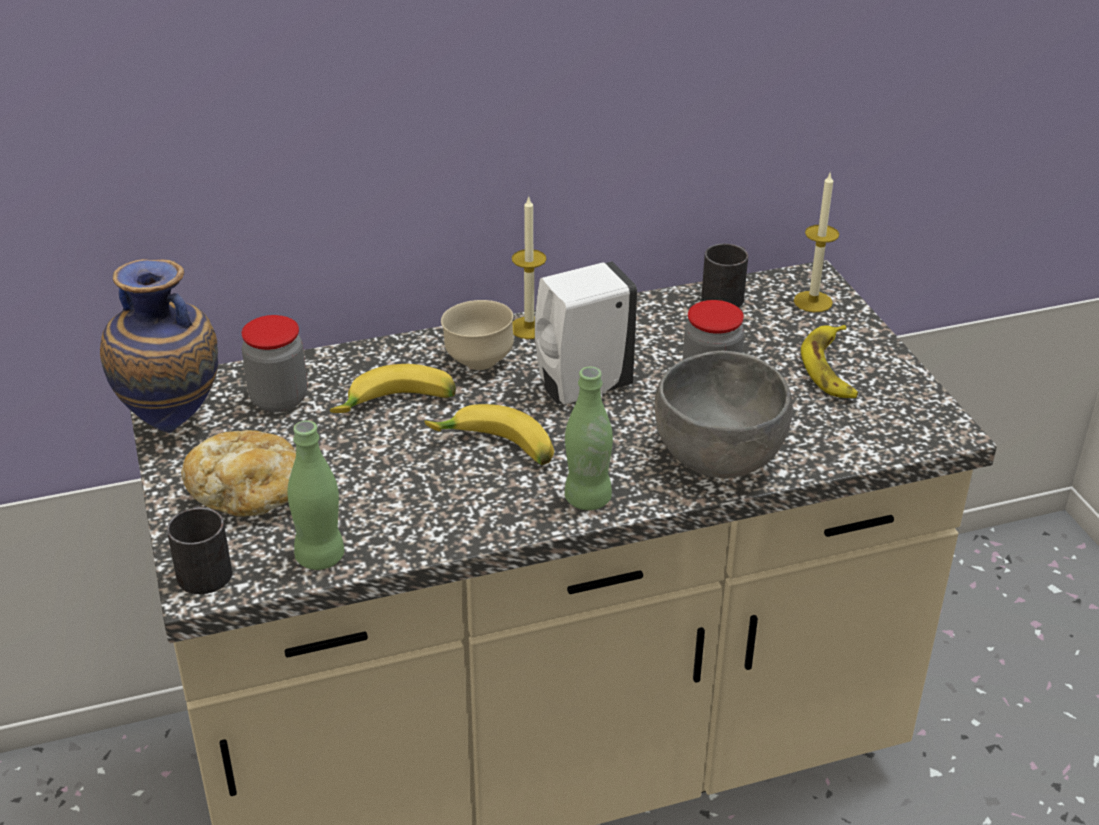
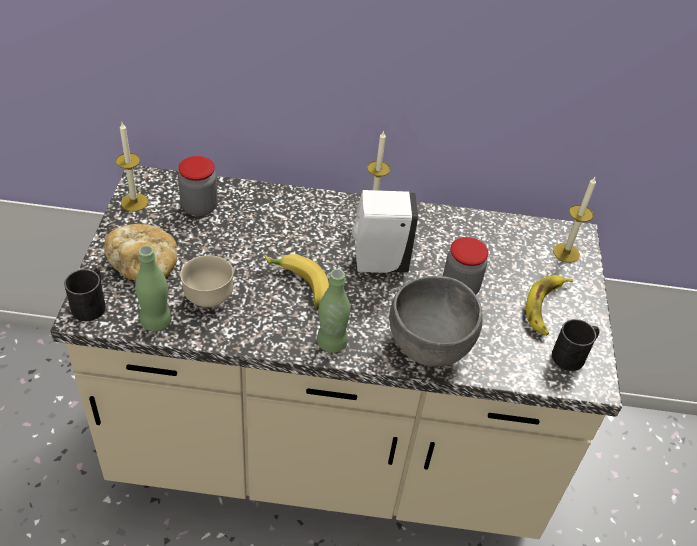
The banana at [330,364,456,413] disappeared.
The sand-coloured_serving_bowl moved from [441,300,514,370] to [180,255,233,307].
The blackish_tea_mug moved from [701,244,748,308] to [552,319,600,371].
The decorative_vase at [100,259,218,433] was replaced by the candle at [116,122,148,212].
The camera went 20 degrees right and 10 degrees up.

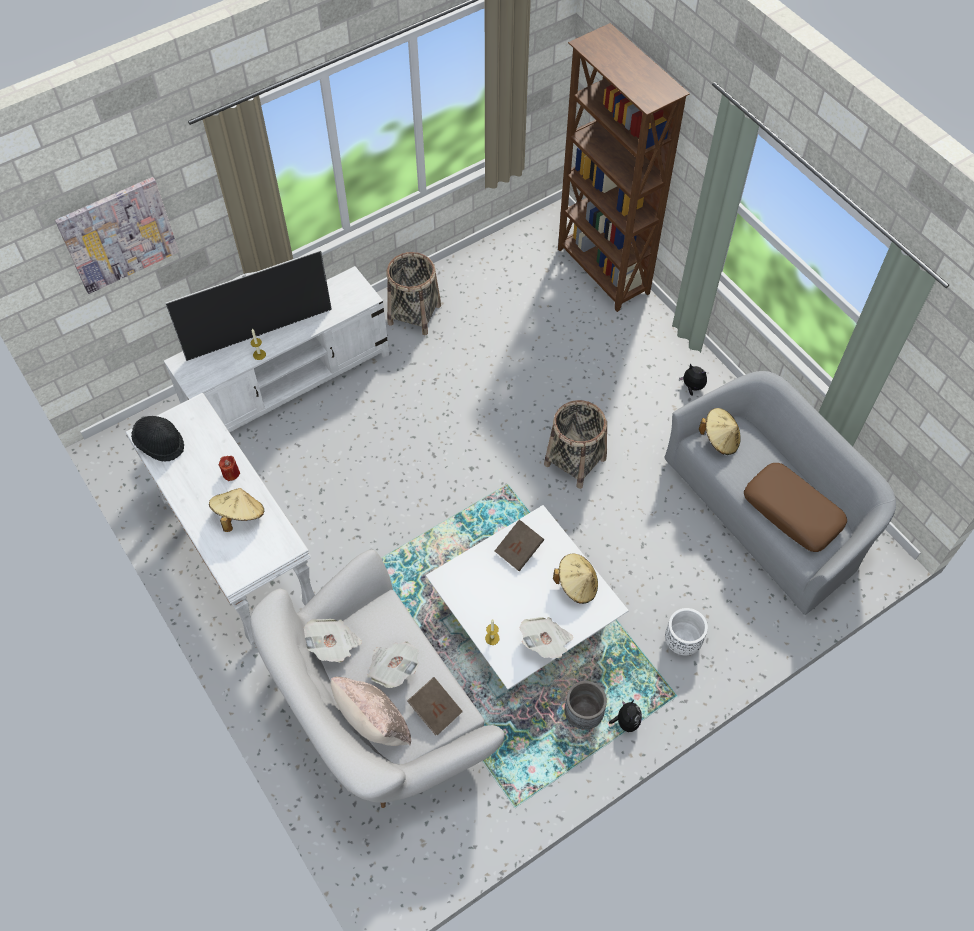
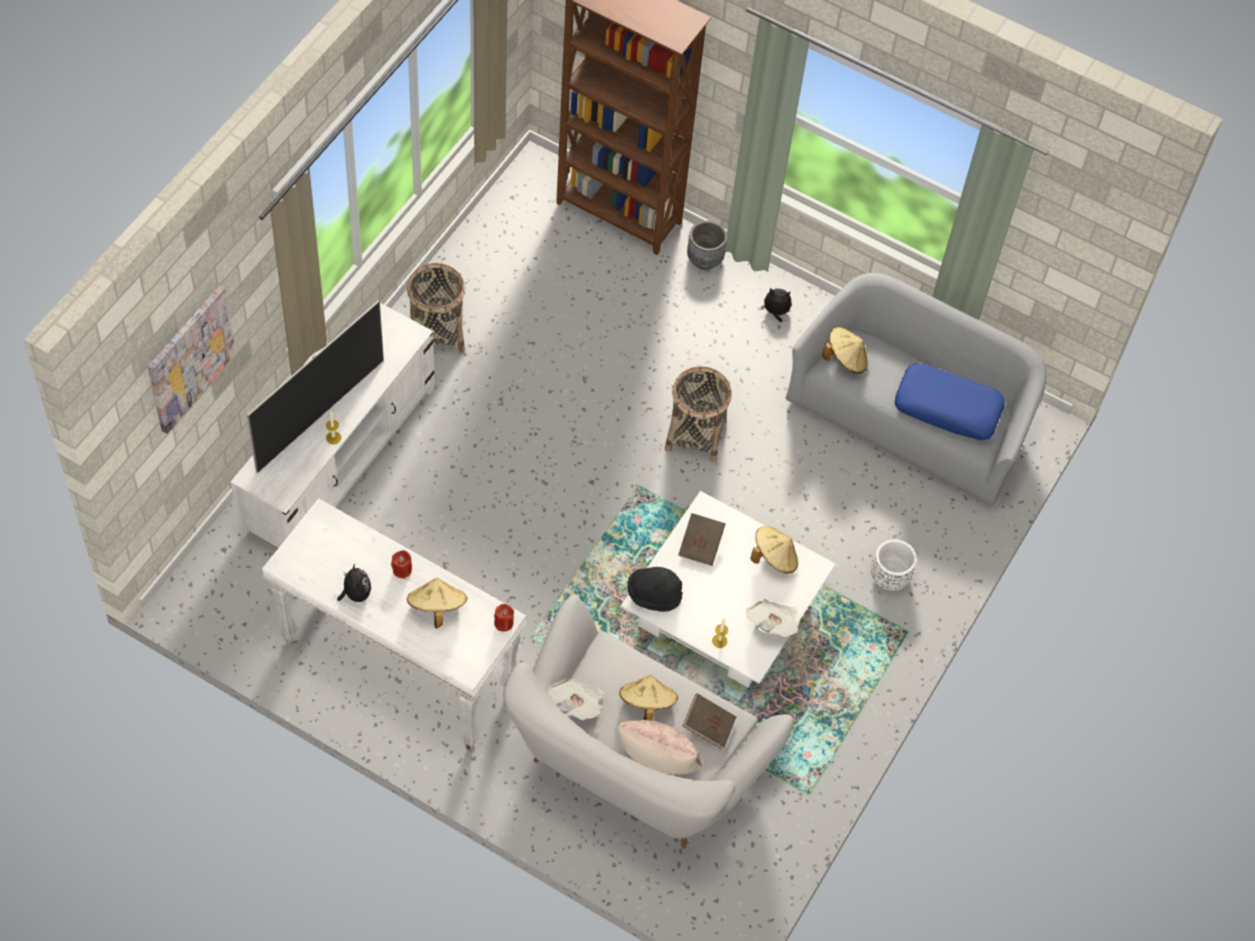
The red-coloured_candle at [494,604,514,632] appeared.
The blackish_hat moved from [131,416,184,462] to [627,567,683,612].
The greyish_flower_pot moved from [565,681,607,730] to [687,221,727,270].
The cuddly_toy moved from [609,700,642,732] to [337,563,371,602].
The newspaper at [367,642,419,688] was replaced by the sand-coloured_hat at [619,675,678,720].
The brown-coloured_pillow at [744,463,847,552] became the bluish_pillow at [895,363,1005,440].
The camera went 30 degrees left and 0 degrees up.

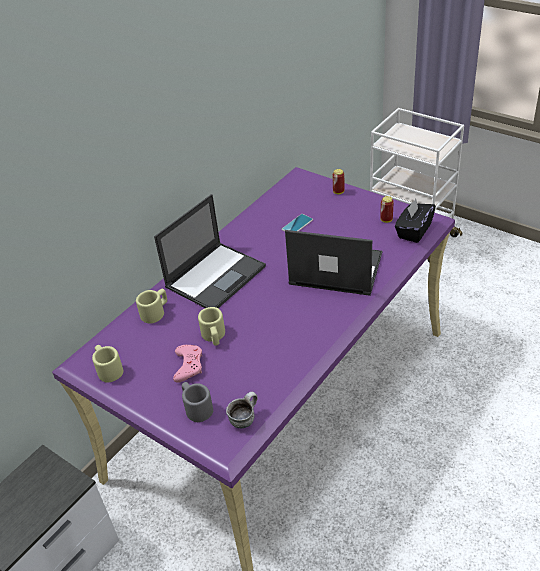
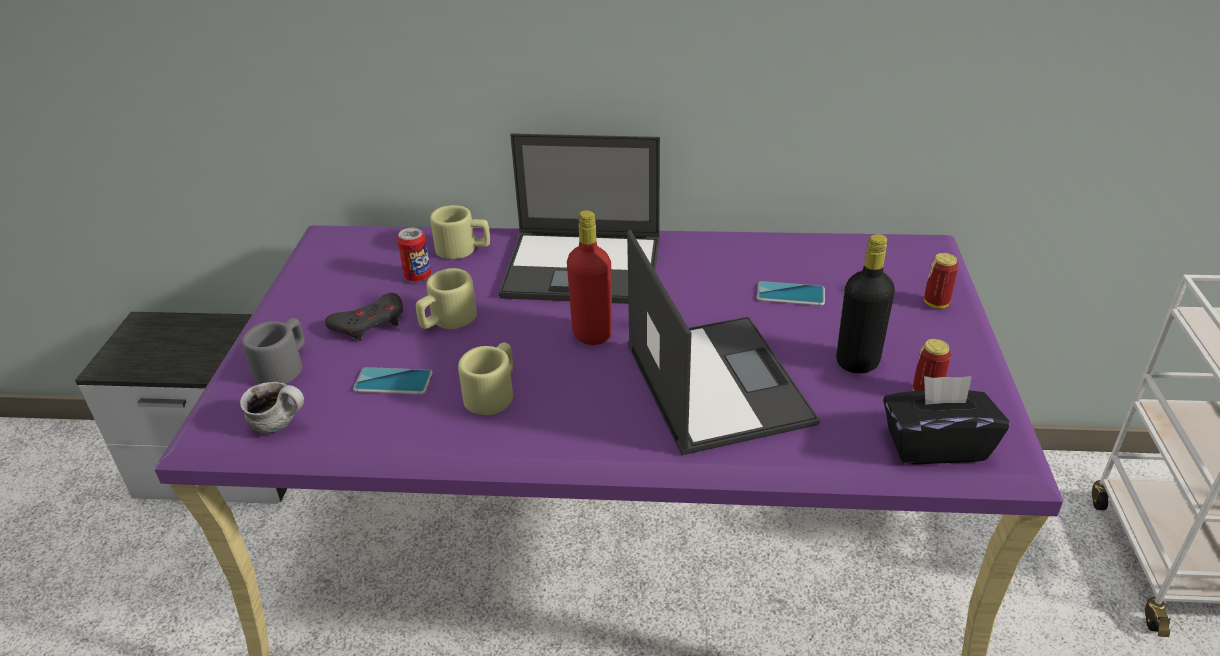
The handset at [353,367,433,395] appeared.
The sealed_can at [397,227,431,282] appeared.
The red-coloured_bottle at [567,210,612,345] appeared.
The blackish_bottle at [836,234,895,373] appeared.
The sand-coloured_tea_mug moved from [92,345,123,383] to [458,343,513,415].
The pinkish_gamepad at [173,345,202,383] became the greyish_gamepad at [325,293,403,341].
The camera went 55 degrees right and 5 degrees down.

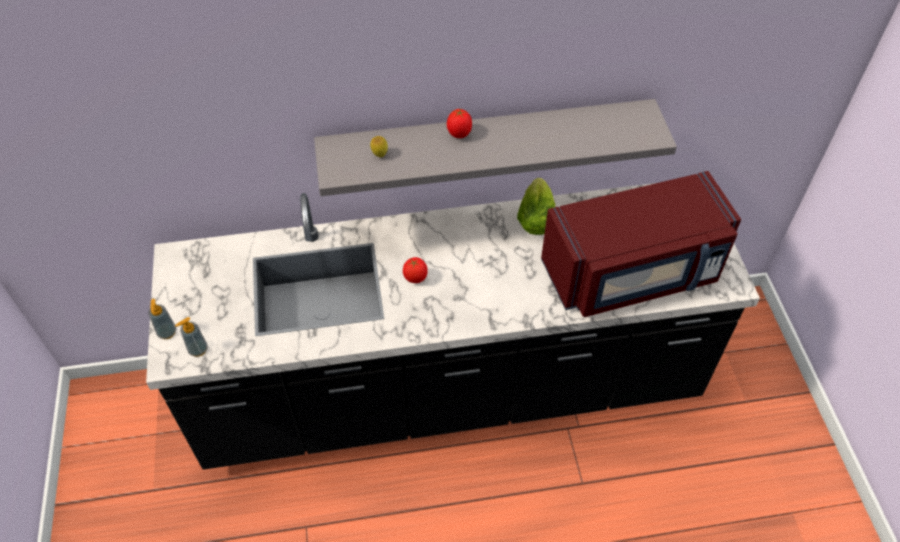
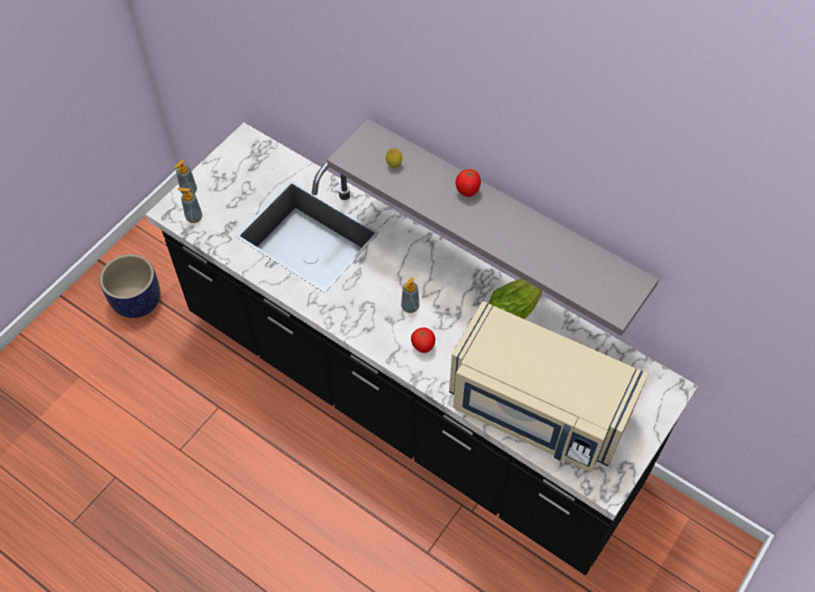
The flower_pot at [100,254,160,318] appeared.
The liquid_soap_bottle at [401,277,419,313] appeared.
The fresh_tomato moved from [403,257,428,283] to [411,327,435,353].
The red-coloured_microwave at [541,171,741,317] became the sand-coloured_microwave at [449,301,648,472].
The camera went 45 degrees right and 5 degrees up.

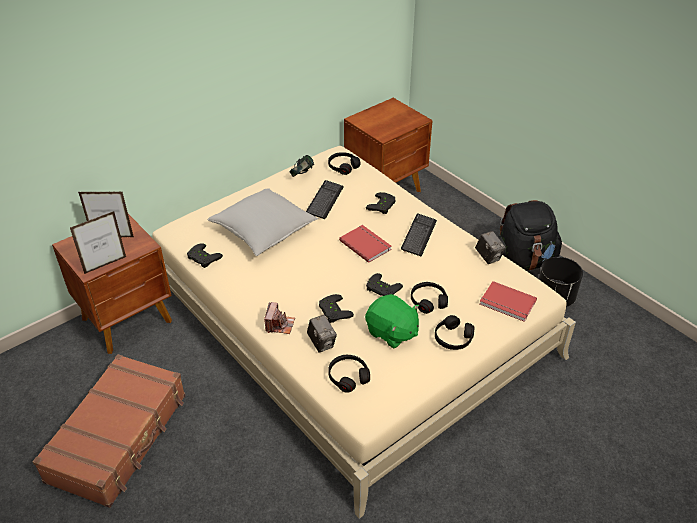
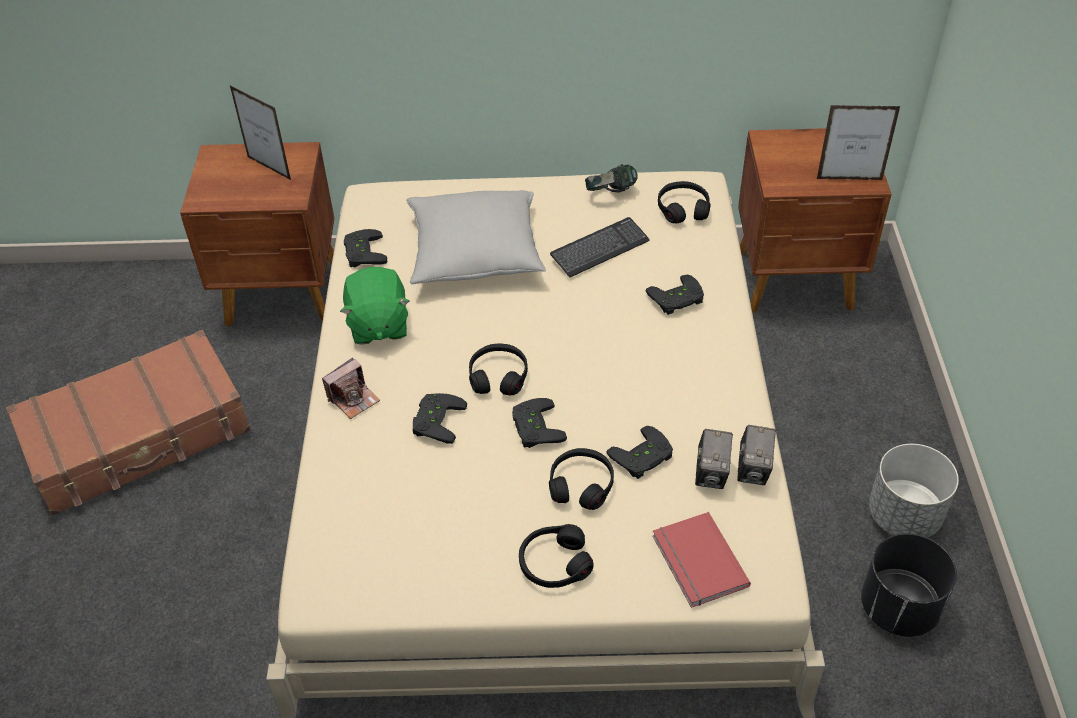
The red-coloured_bound_book at [339,225,392,263] disappeared.
The computer_keyboard at [401,214,437,257] disappeared.
The blackish_gamepad at [606,426,673,479] appeared.
The photo_frame moved from [70,211,126,274] to [817,105,901,180].
The photo_camera moved from [307,315,337,353] to [695,429,733,489].
The blackish_headphones moved from [328,355,370,393] to [469,344,528,396].
The greenish_cuddly_toy moved from [365,294,419,348] to [340,267,410,345].
The blackish_rucksack at [497,200,562,271] was replaced by the greyish_flower_pot at [869,444,959,538].
The camera went 40 degrees right and 5 degrees up.

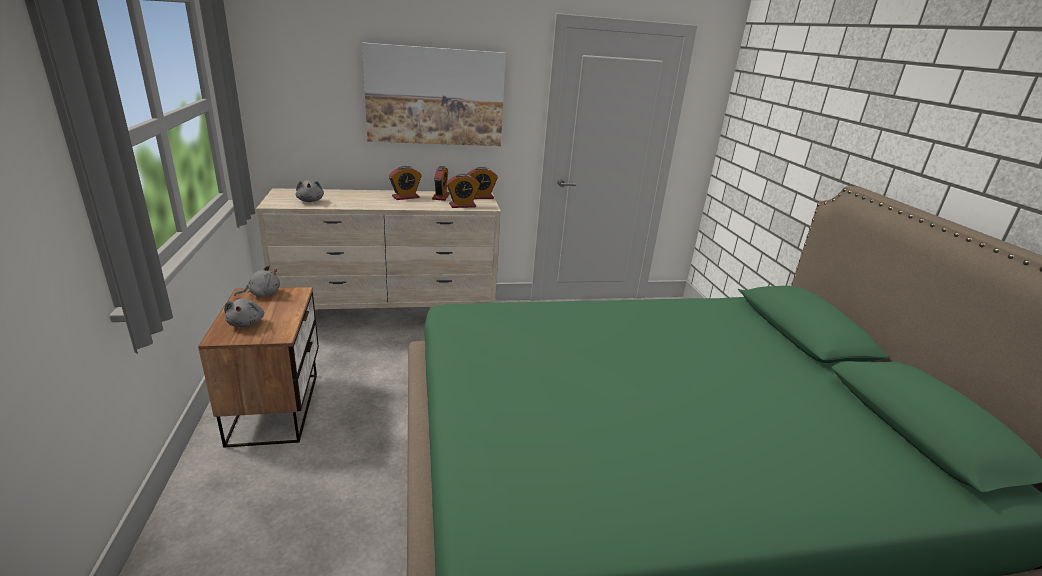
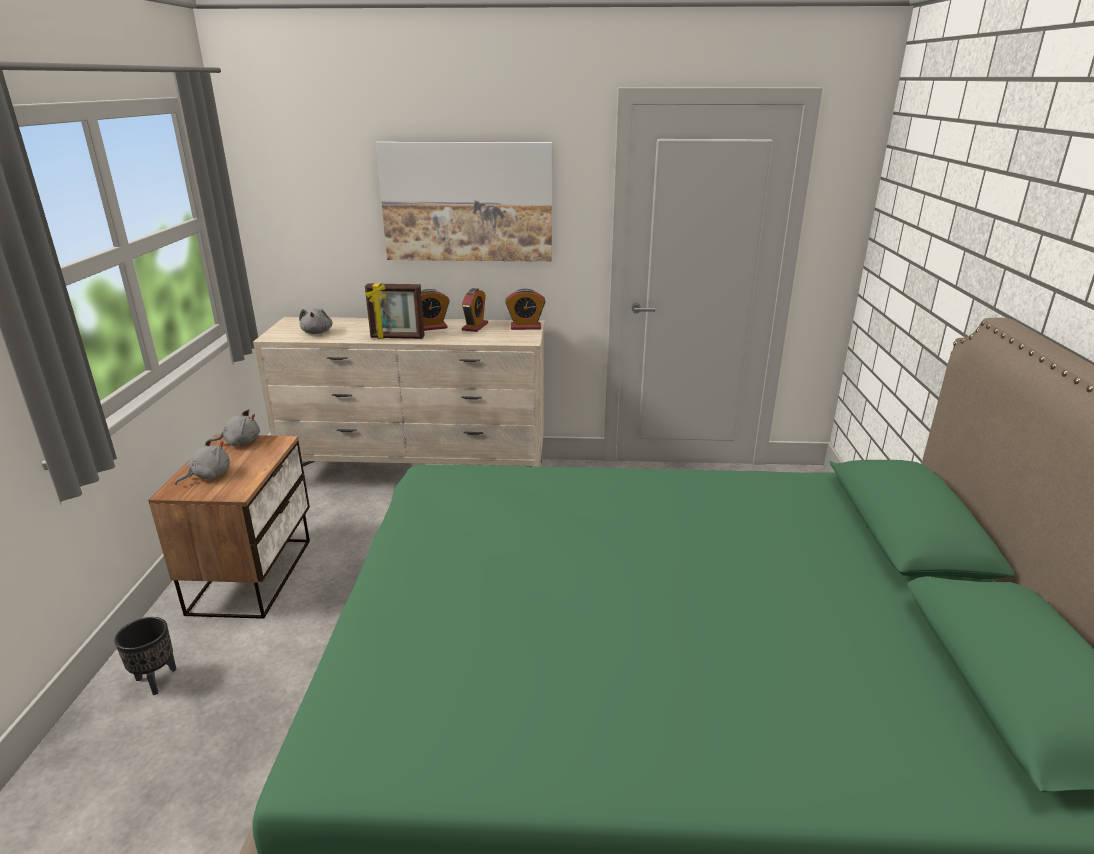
The bedside_clock at [446,174,480,208] disappeared.
The blackish_flower_pot at [114,617,177,695] appeared.
The photo_frame at [365,283,425,339] appeared.
The greyish_cuddly_toy at [224,298,264,327] turned 135 degrees counterclockwise.
The camera went 15 degrees right and 0 degrees up.

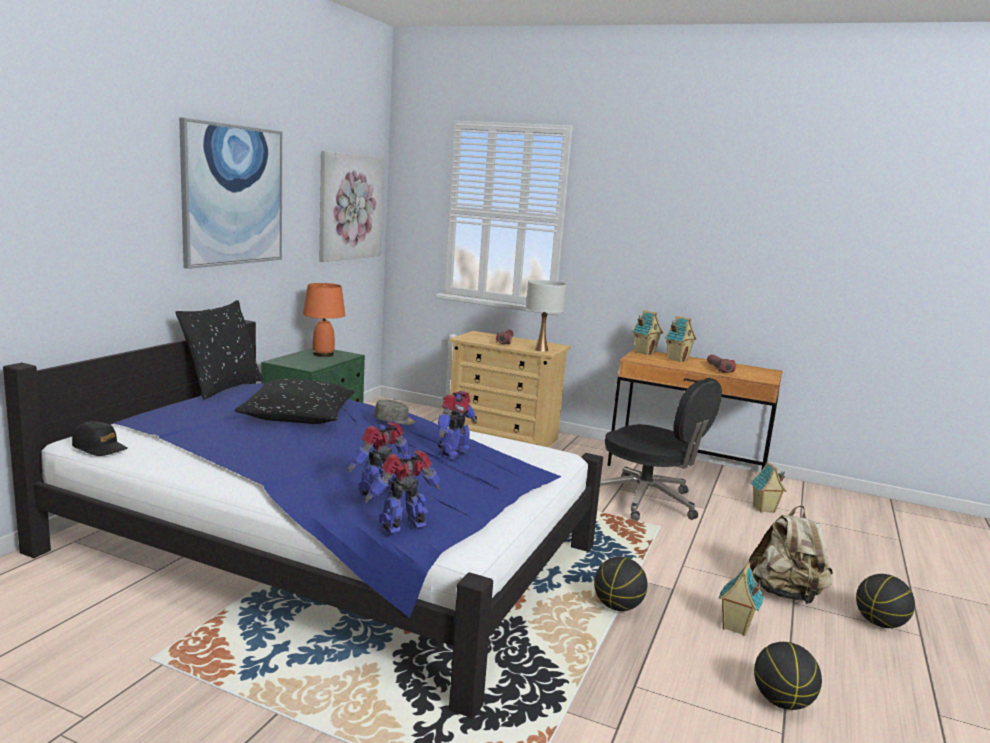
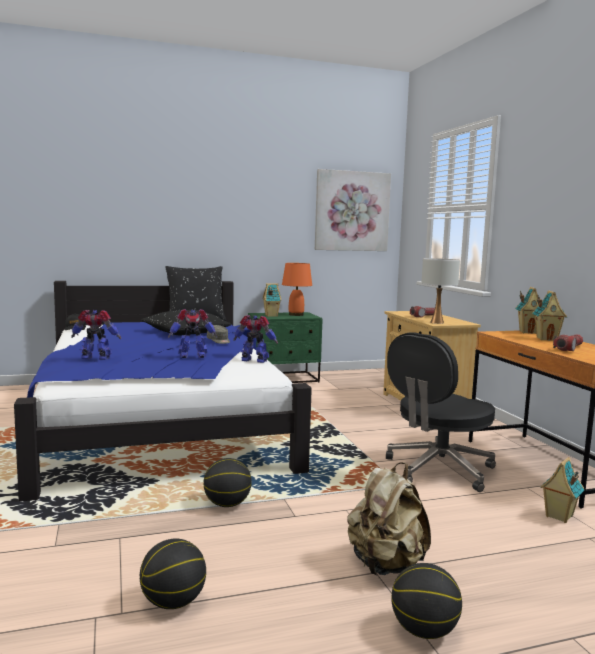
The wall_art at [179,118,282,269] disappeared.
The robot_figure moved from [365,450,440,534] to [234,315,278,363].
The model_house moved from [718,562,764,636] to [263,283,281,317].
The blackish_desk_chair at [600,378,722,521] turned 45 degrees clockwise.
The camera went 50 degrees right and 5 degrees down.

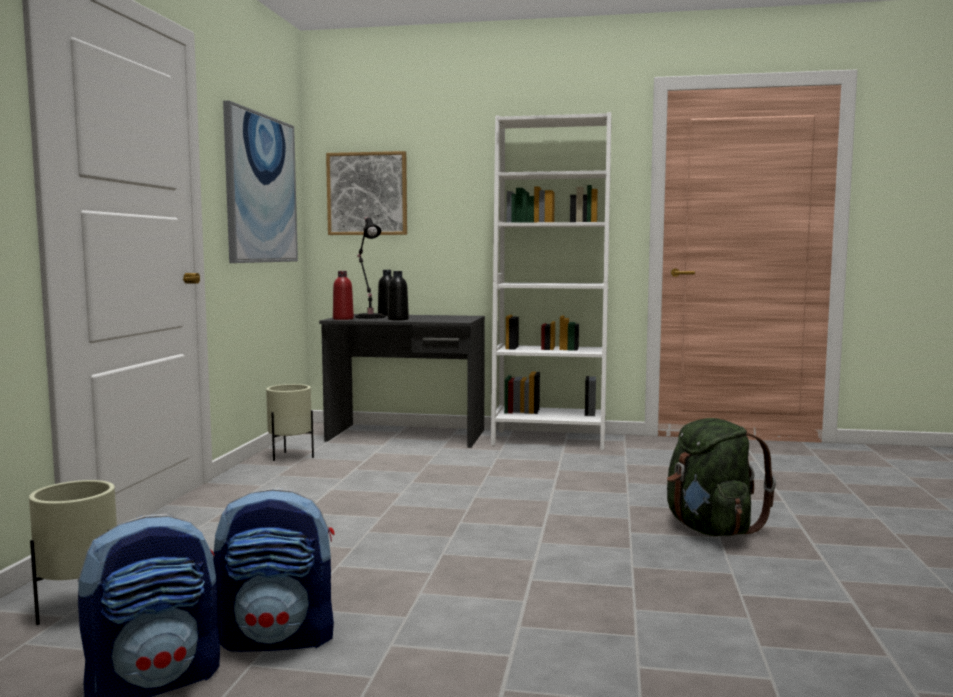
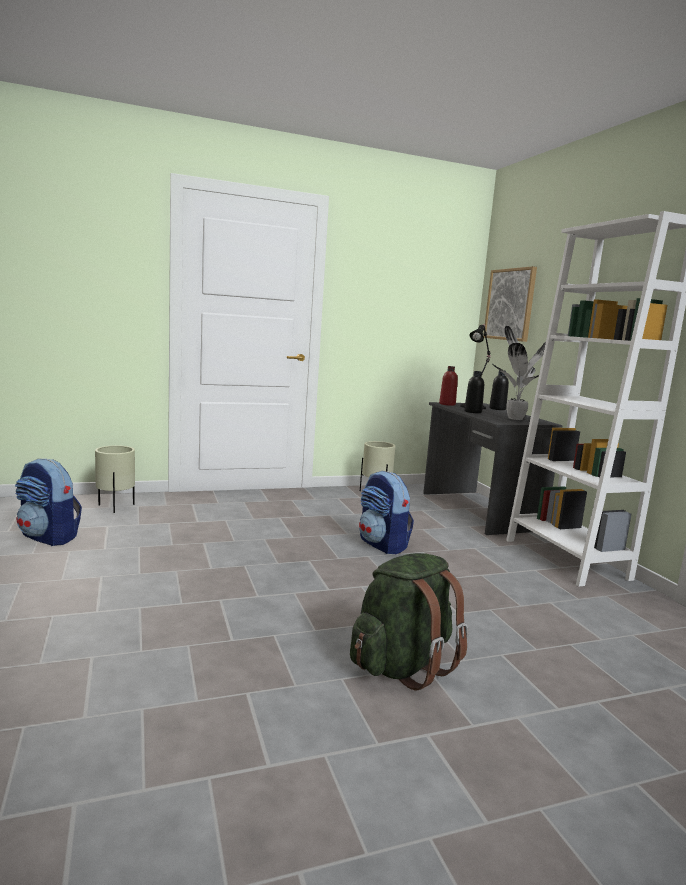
The wall_art at [223,101,298,263] disappeared.
The houseplant at [491,326,546,420] appeared.
The rucksack moved from [213,488,335,652] to [359,471,414,554].
The camera went 60 degrees right and 5 degrees up.

